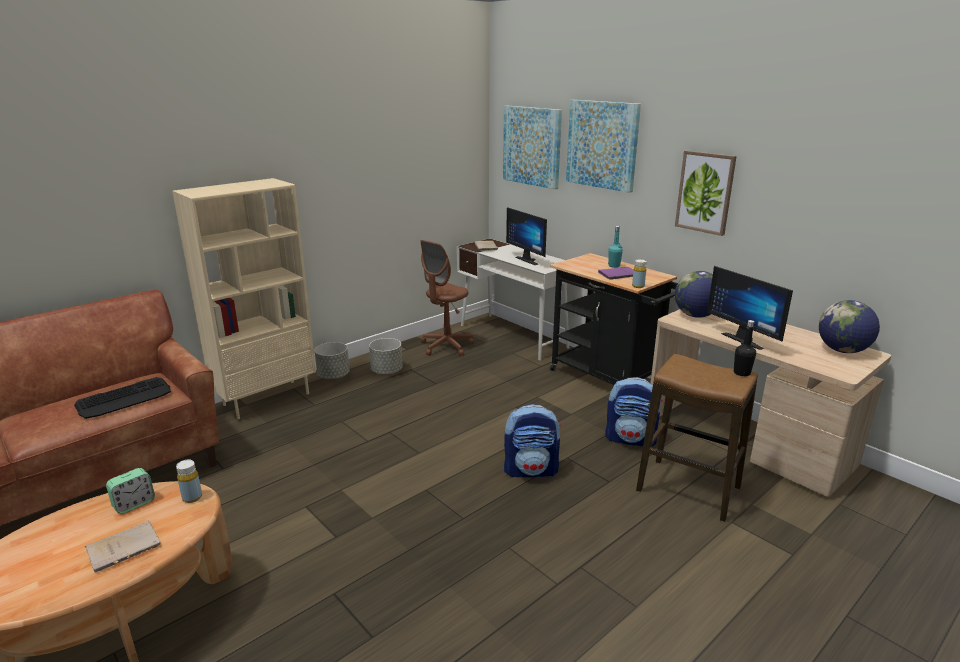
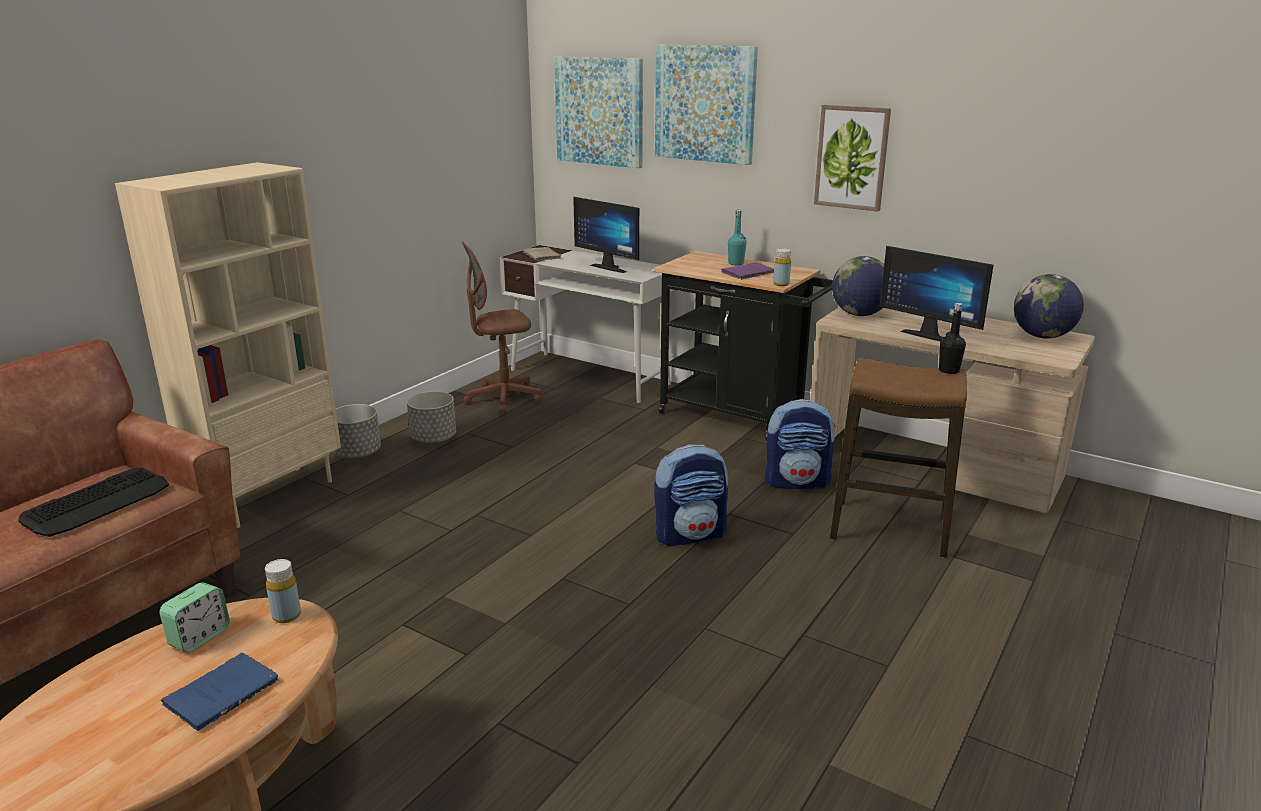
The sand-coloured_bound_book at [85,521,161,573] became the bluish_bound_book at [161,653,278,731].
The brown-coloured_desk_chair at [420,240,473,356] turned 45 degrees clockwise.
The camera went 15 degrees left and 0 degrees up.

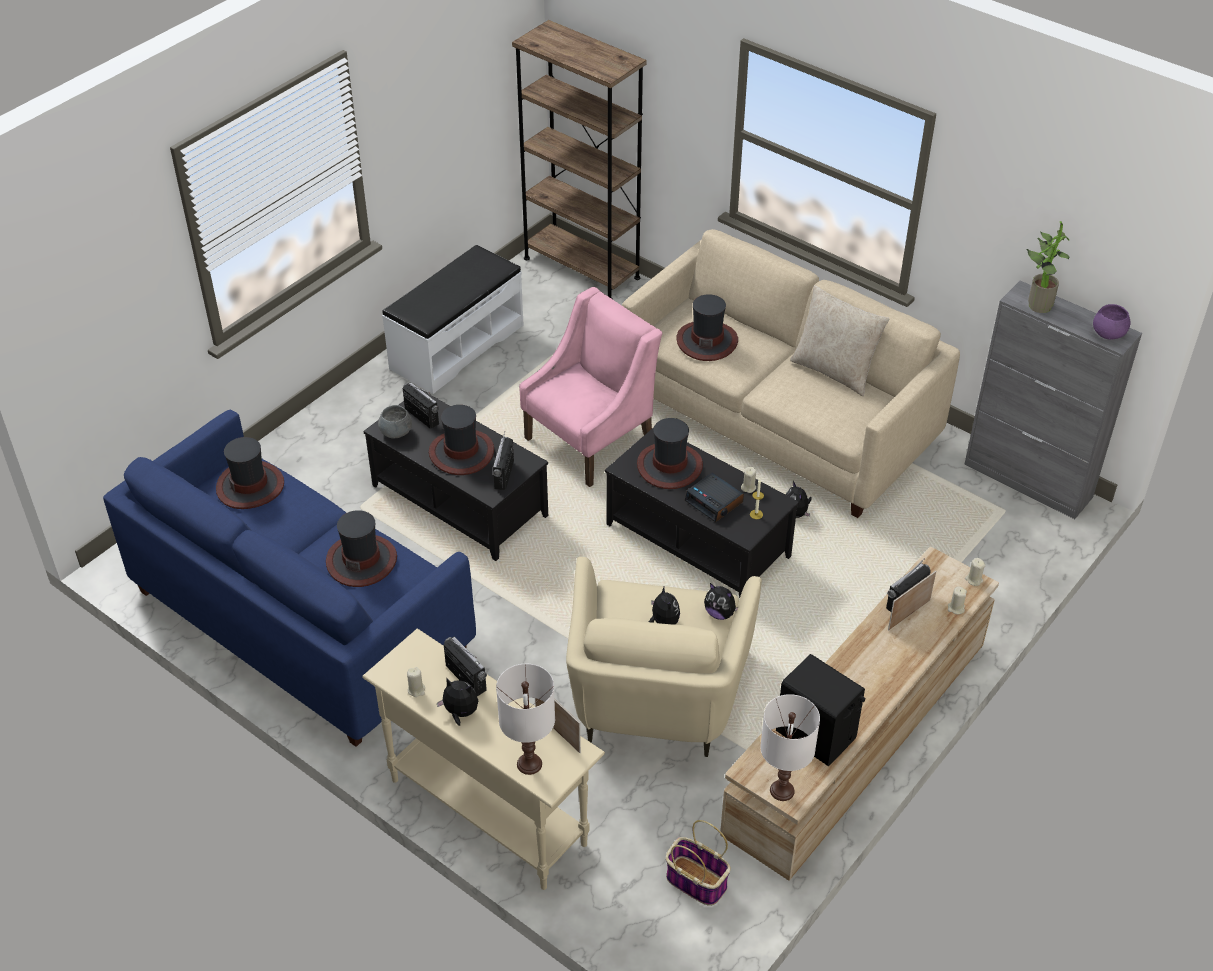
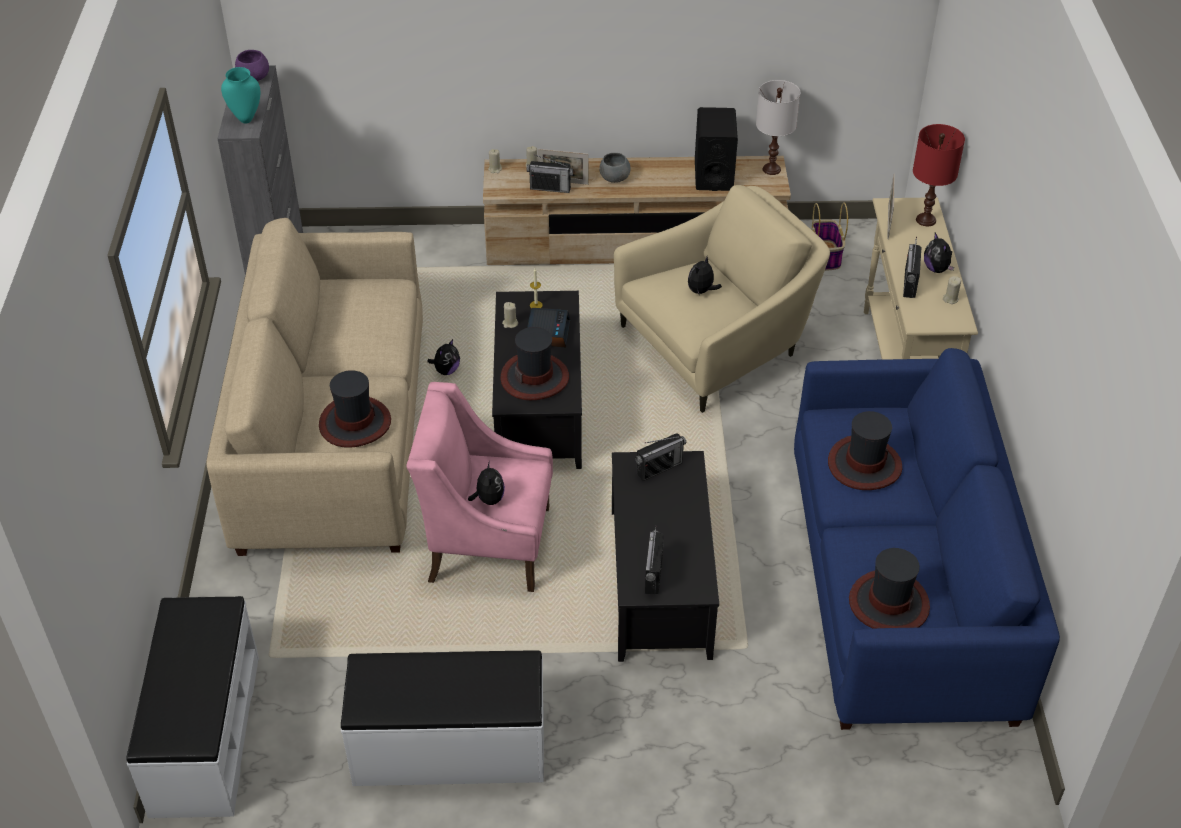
The hat at [429,405,494,475] disappeared.
The sand-coloured_pillow at [790,285,890,396] disappeared.
The greyish_serving_bowl moved from [378,405,412,439] to [599,153,631,183].
The cuddly_toy moved from [704,583,738,620] to [468,461,505,505].
The brown-coloured_bookshelf at [512,20,647,299] was replaced by the white-coloured_bench at [126,596,259,818].
The houseplant at [1026,221,1069,313] was replaced by the turquoise_decorative_vase at [221,67,260,124].
The white-coloured_tabletop_lamp at [496,664,555,775] became the red-coloured_tabletop_lamp at [913,124,965,226].
The camera went 130 degrees left and 0 degrees up.

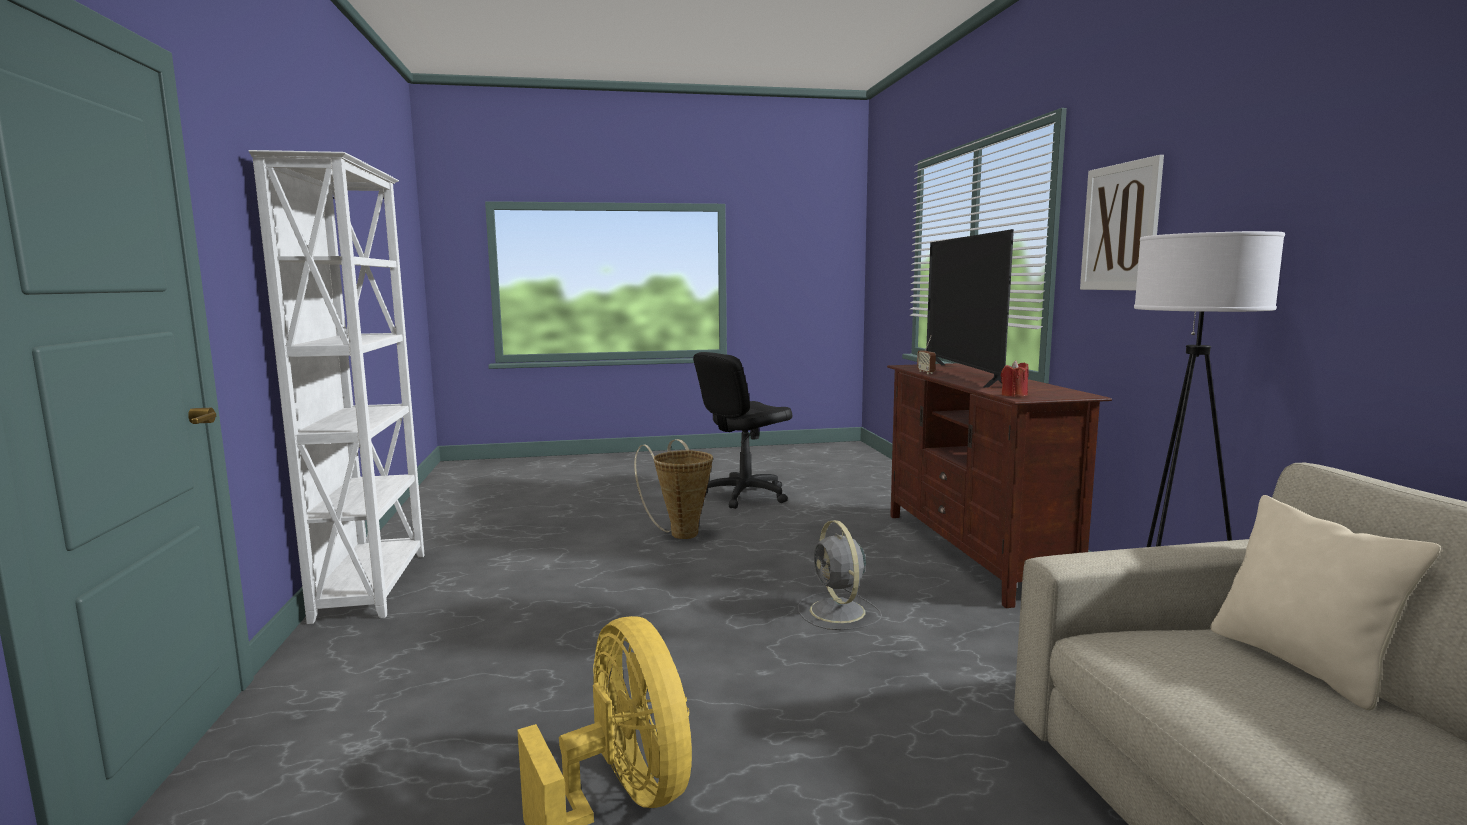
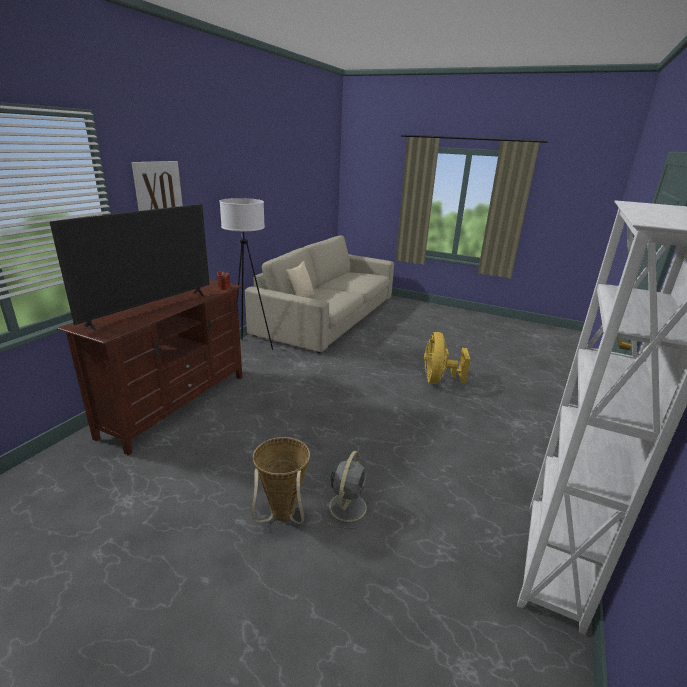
The blackish_desk_chair at [693,352,792,509] disappeared.
The radio_set at [917,335,936,374] disappeared.
The greyish_electric_fan moved from [798,520,882,630] to [322,451,375,528].
The camera went 145 degrees left and 15 degrees up.

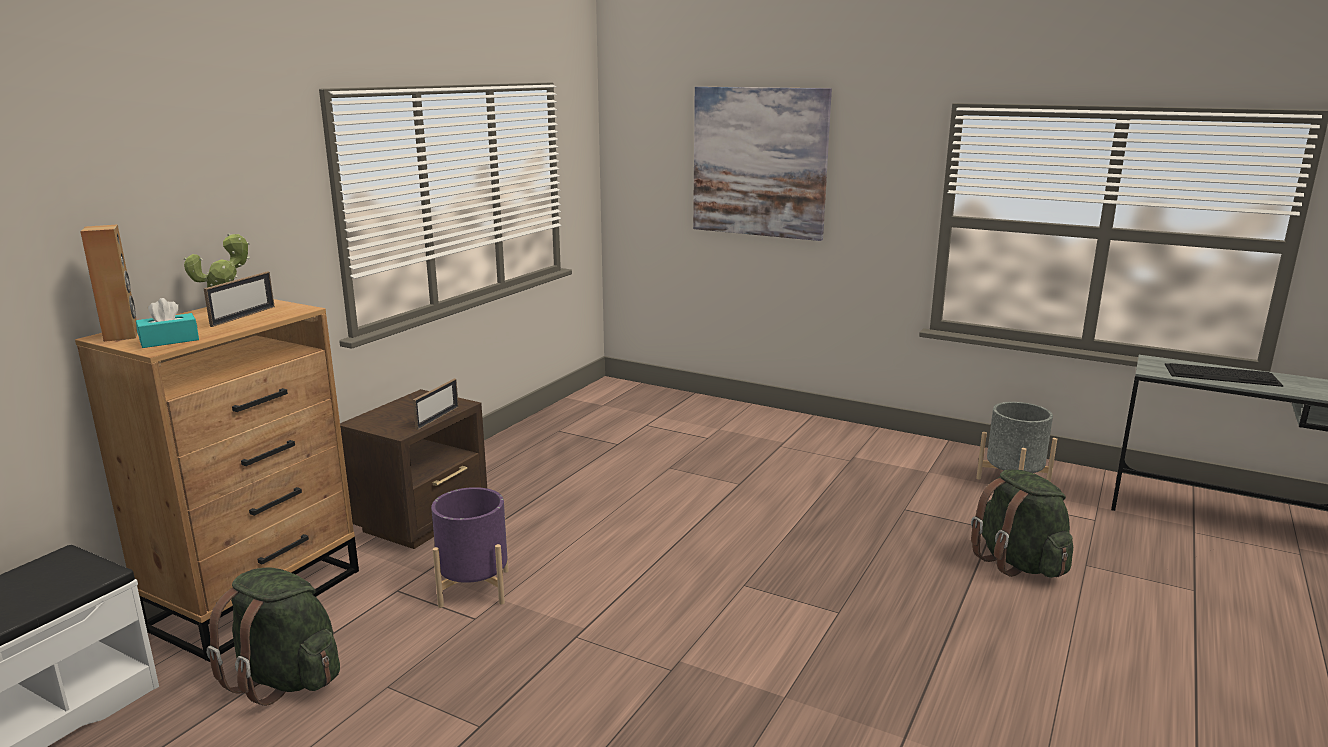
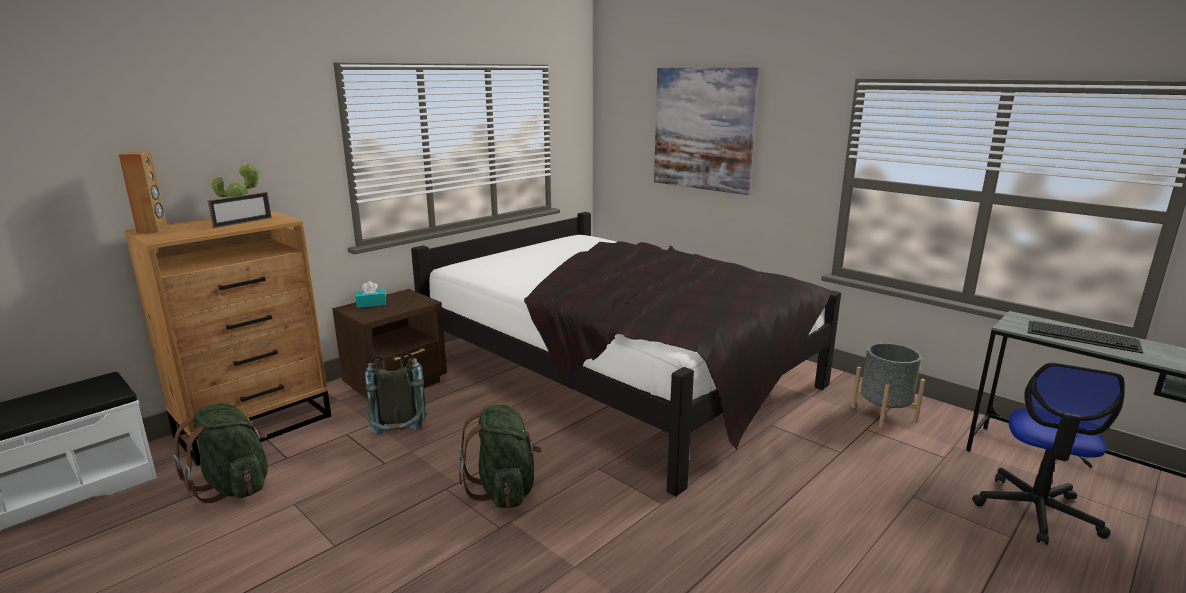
The photo_frame at [413,379,459,430] disappeared.
The blackish_bed at [411,212,841,497] appeared.
The desk_chair at [972,363,1125,545] appeared.
The turquoise_tissue_box moved from [136,298,199,348] to [356,281,386,308].
The greenish_rucksack moved from [971,469,1073,578] to [459,405,542,509].
The purple_flower_pot at [431,487,509,608] was replaced by the greyish_rucksack at [365,353,426,435].
The camera went 15 degrees right and 0 degrees up.

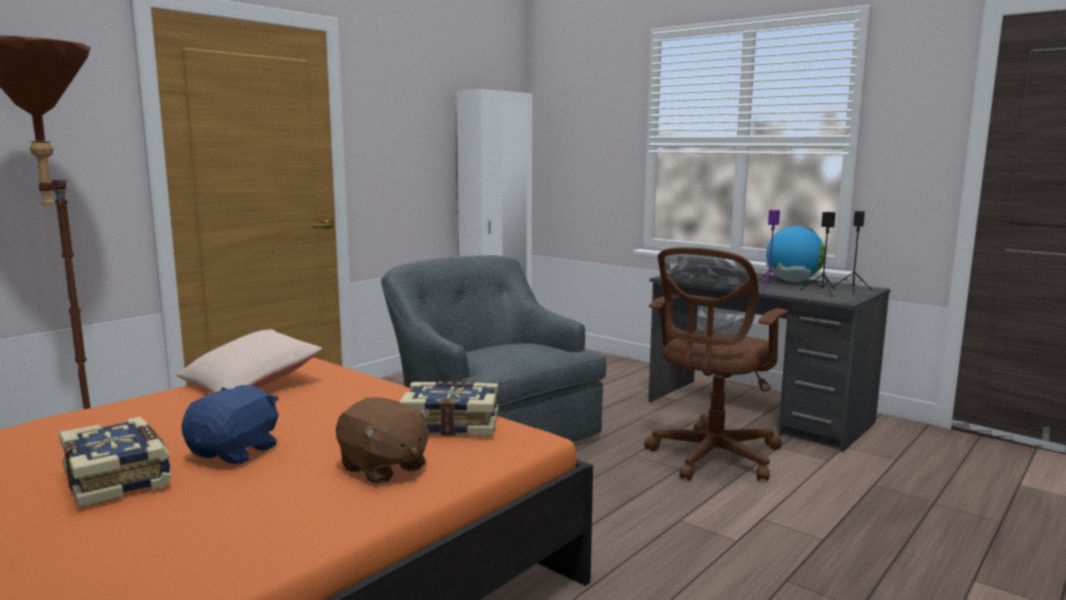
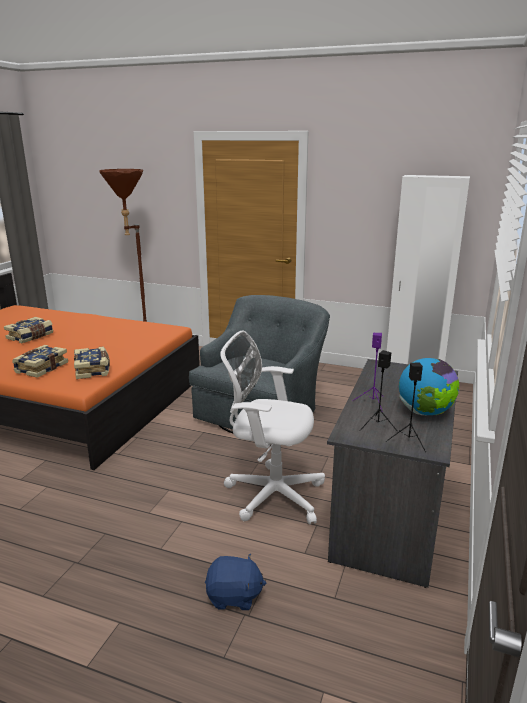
The sand-coloured_pillow at [176,329,322,393] disappeared.
The bluish_cuddly_toy moved from [181,385,279,464] to [205,553,266,610].
The brown-coloured_cuddly_toy at [336,397,430,484] was replaced by the bound_book at [12,345,68,378].
The brown-coloured_desk_chair at [644,247,788,481] became the white-coloured_desk_chair at [220,330,325,525].
The camera went 70 degrees right and 10 degrees up.

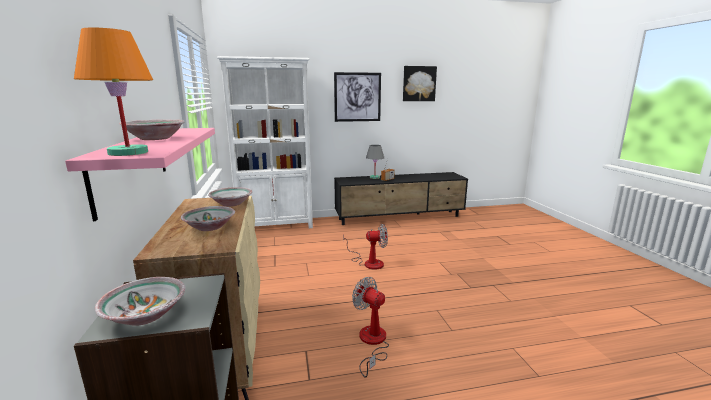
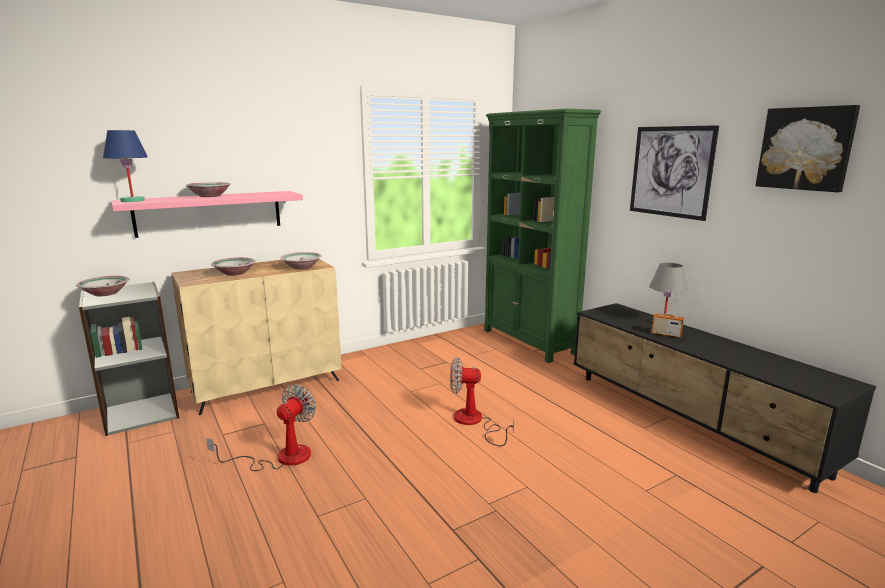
The orangey_tabletop_lamp at [74,27,153,156] became the bluish_tabletop_lamp at [103,130,148,202].
The white-coloured_bookshelf at [217,56,313,228] became the greenish_bookshelf at [484,109,601,363].
The electric_fan at [343,224,388,270] turned 120 degrees clockwise.
The camera went 70 degrees right and 0 degrees up.

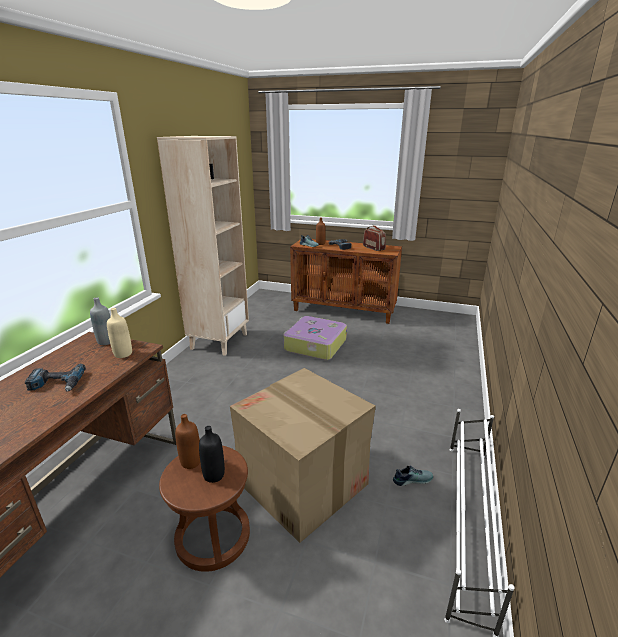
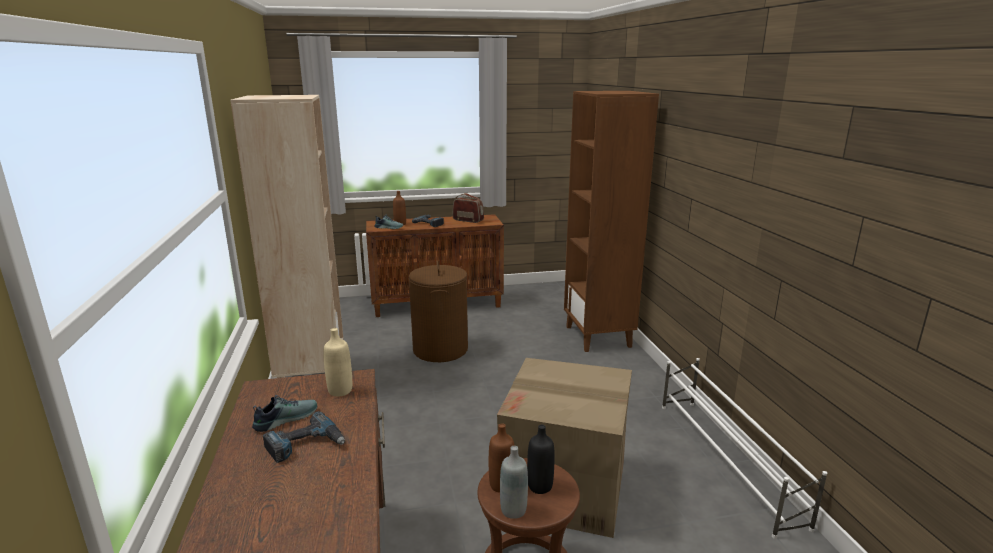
The brown-coloured_bookshelf at [564,91,659,352] appeared.
The greyish_bottle moved from [90,297,111,345] to [500,446,528,519].
The low_shoe moved from [393,465,433,486] to [252,395,317,432].
The suitcase at [284,316,347,360] was replaced by the brown-coloured_laundry_basket at [408,261,468,362].
The camera went 30 degrees left and 5 degrees down.

